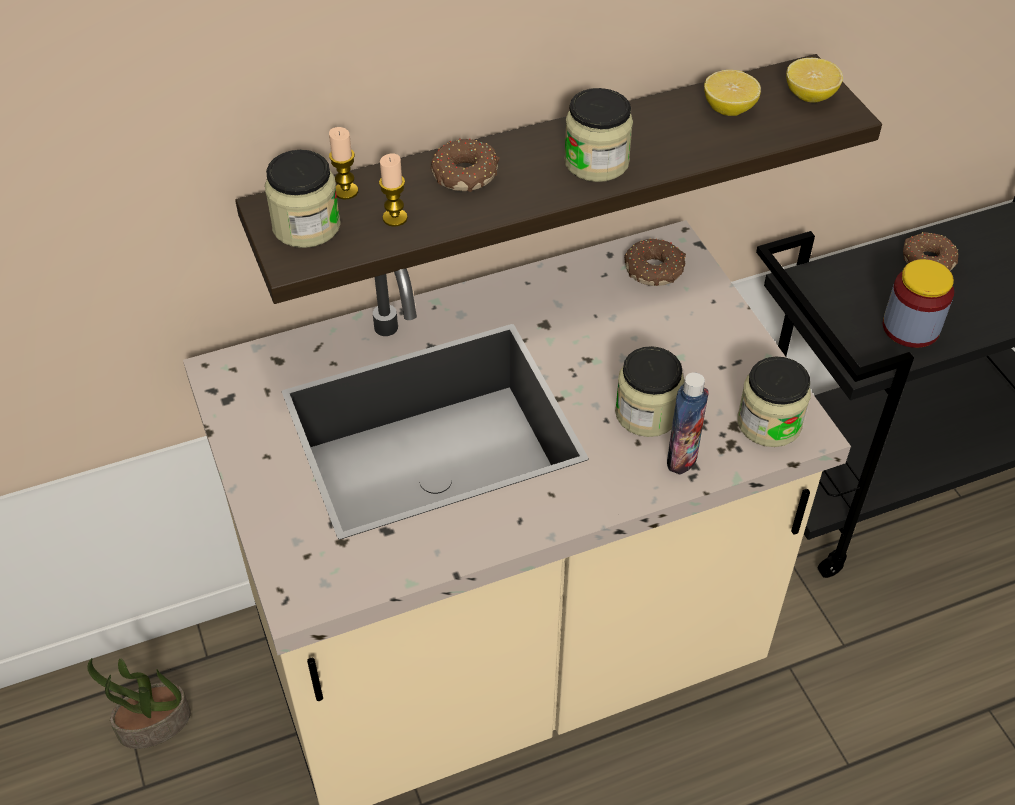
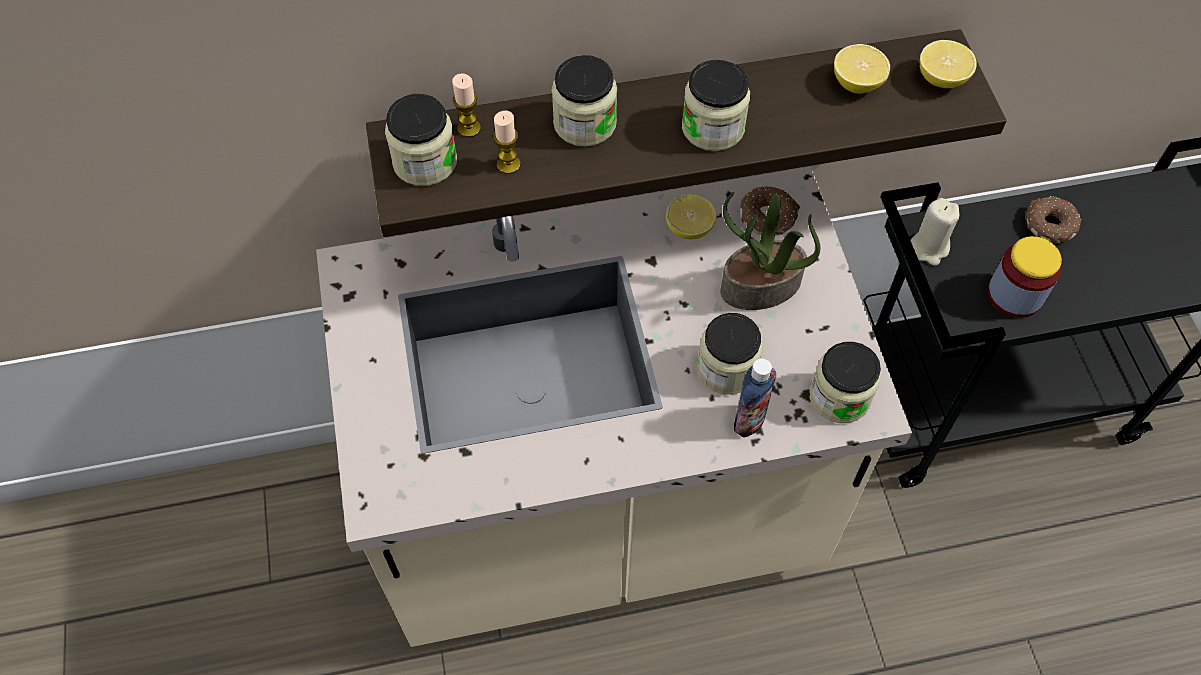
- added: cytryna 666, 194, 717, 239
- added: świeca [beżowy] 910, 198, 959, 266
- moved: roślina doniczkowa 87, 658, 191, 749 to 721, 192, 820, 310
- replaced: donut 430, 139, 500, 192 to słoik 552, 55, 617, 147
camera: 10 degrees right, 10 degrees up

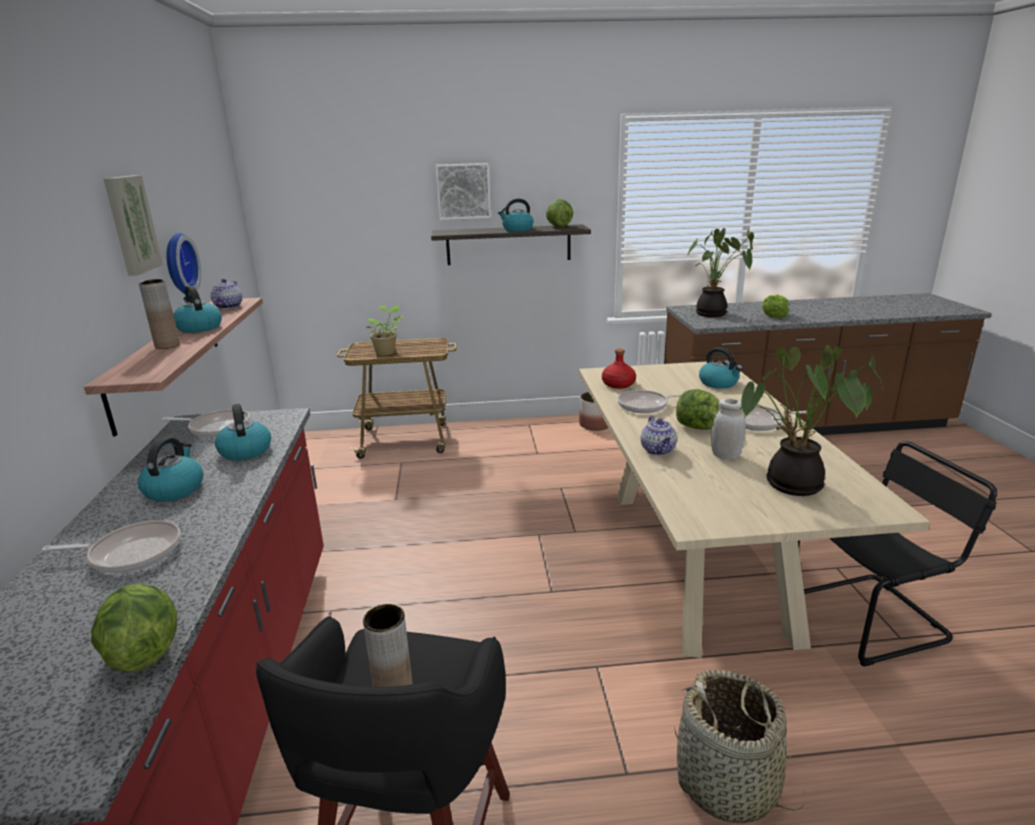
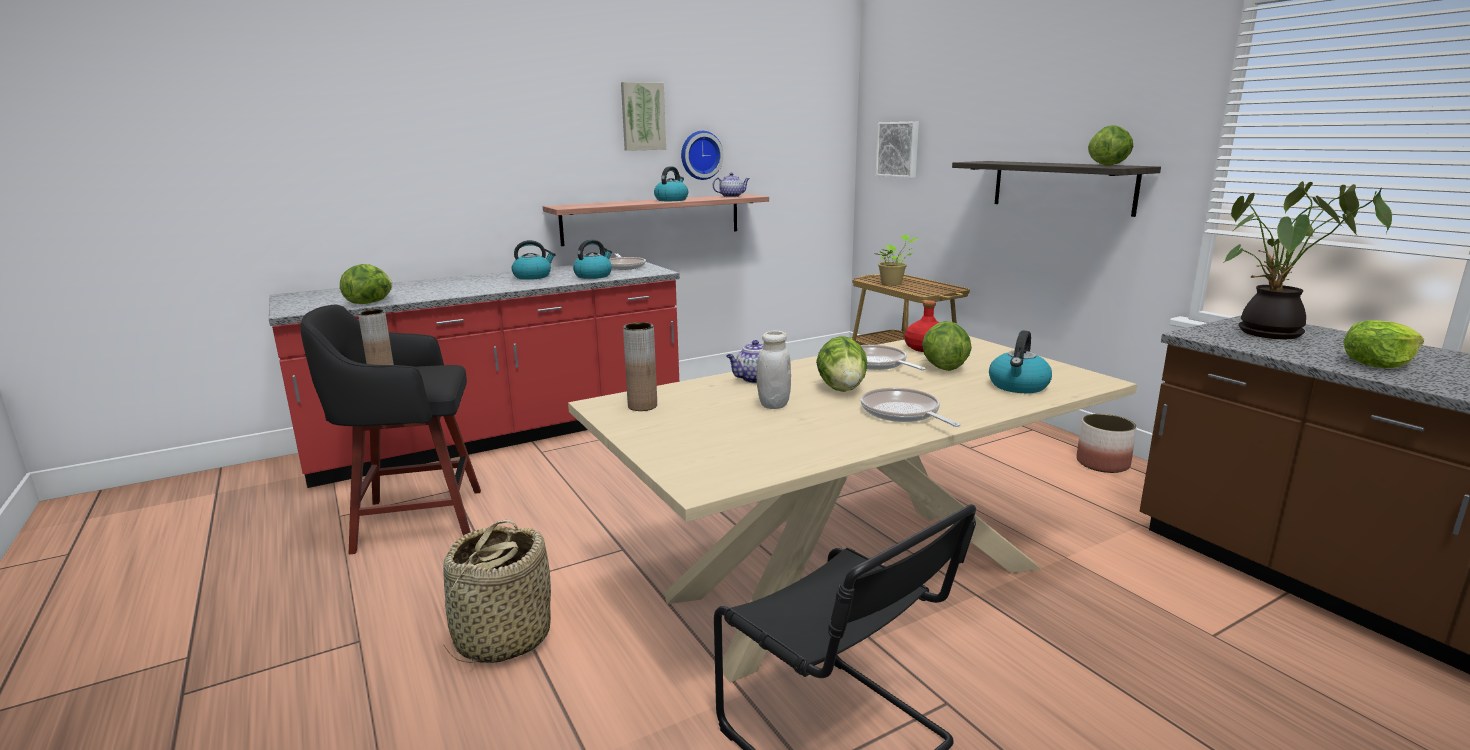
- removed: patelnia 42, 520, 181, 573
- removed: czajnik 498, 198, 534, 231
- removed: roślina doniczkowa 740, 345, 883, 496
- added: sałata 922, 321, 972, 371
- moved: wazon [brązowy] 139, 279, 180, 349 to 623, 322, 657, 411
- moved: obraz 435, 163, 491, 220 to 876, 121, 919, 178
camera: 65 degrees right, 5 degrees down

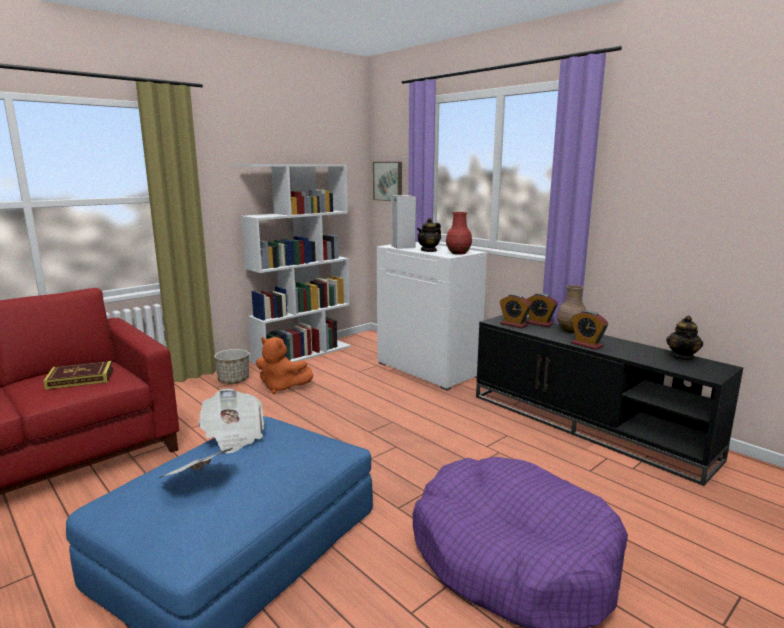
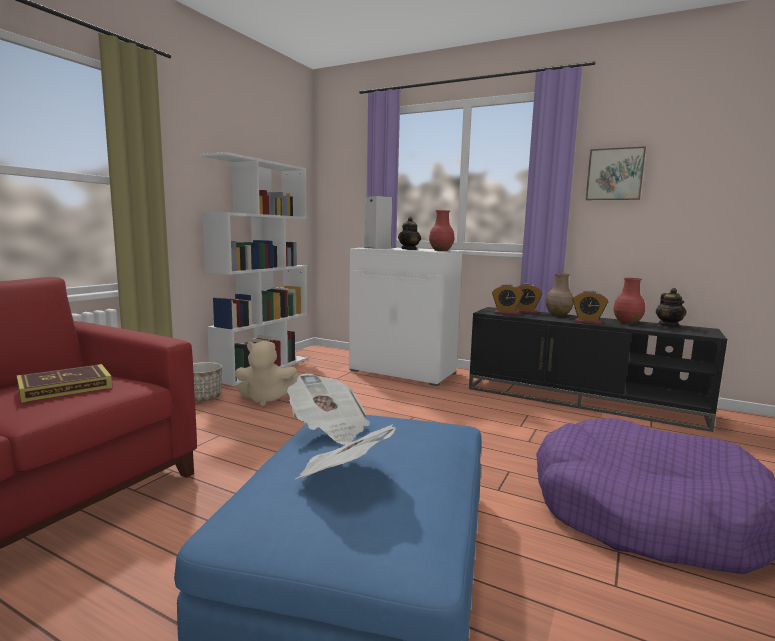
- added: wazon [czerwony] 613, 278, 645, 324
- moved: obraz 373, 162, 402, 201 to 586, 146, 646, 200
- recoloured: pluszak [pomarańczowy] 256, 337, 313, 394 to pluszak [beżowy] 235, 341, 299, 406
camera: 20 degrees left, 5 degrees down

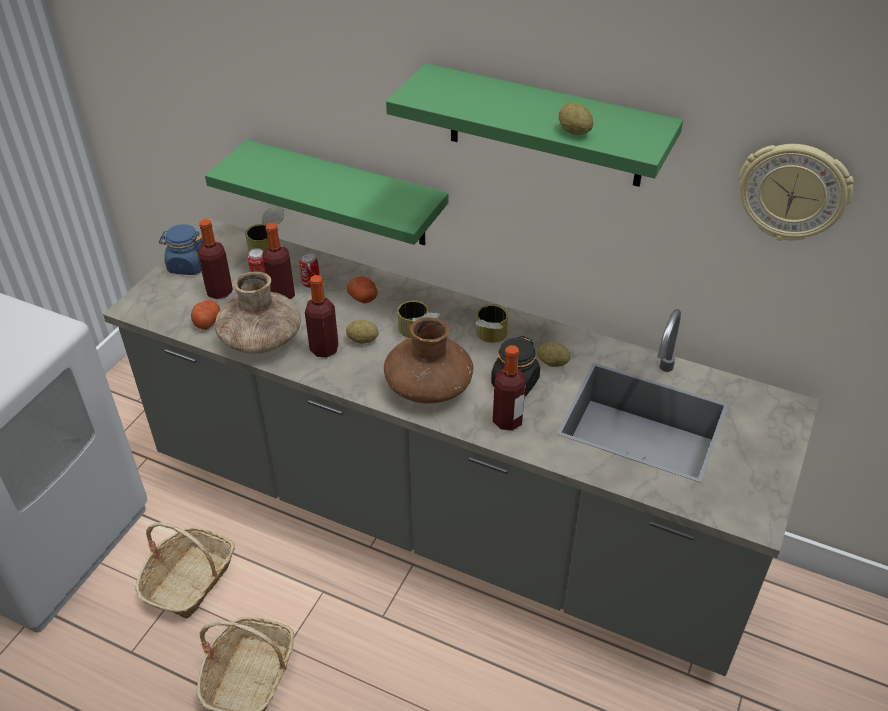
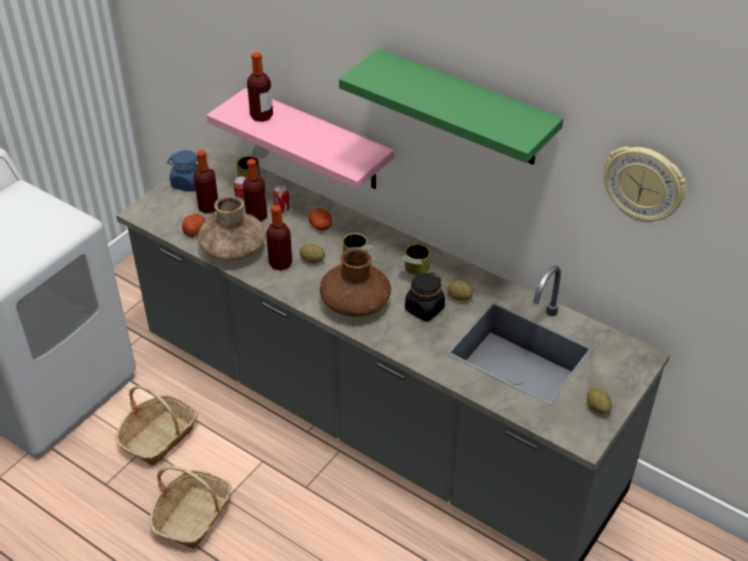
- moved: butelka 493, 345, 526, 431 to 247, 52, 273, 122
- moved: ziemniak 559, 103, 593, 135 to 587, 388, 612, 414
- recoloured: półka [zielony] 205, 140, 448, 245 to półka [różowy] 207, 88, 394, 190
camera: 10 degrees right, 0 degrees up

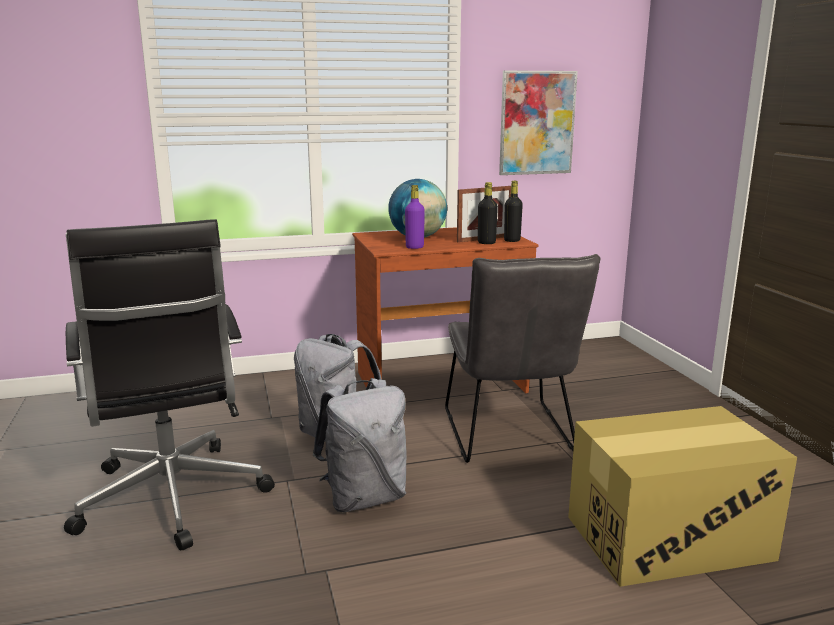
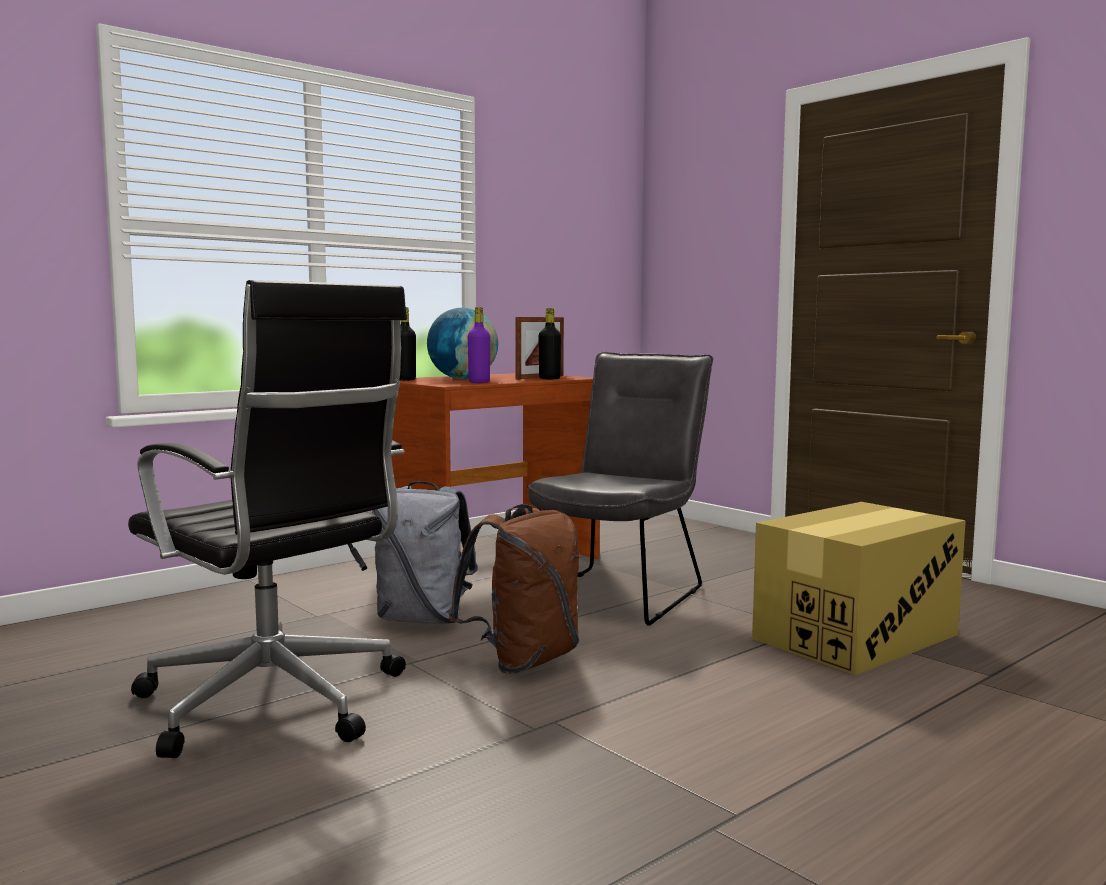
- removed: obraz 499, 70, 578, 175
- moved: butelka [czarny] 504, 181, 523, 242 to 399, 307, 416, 381
- recoloured: plecak [szary] 313, 378, 407, 512 to plecak [brązowy] 448, 504, 580, 673
- turned: krzesło [szary] 445, 254, 601, 463 = 527, 352, 713, 626 120 degrees counterclockwise
camera: 25 degrees left, 10 degrees down

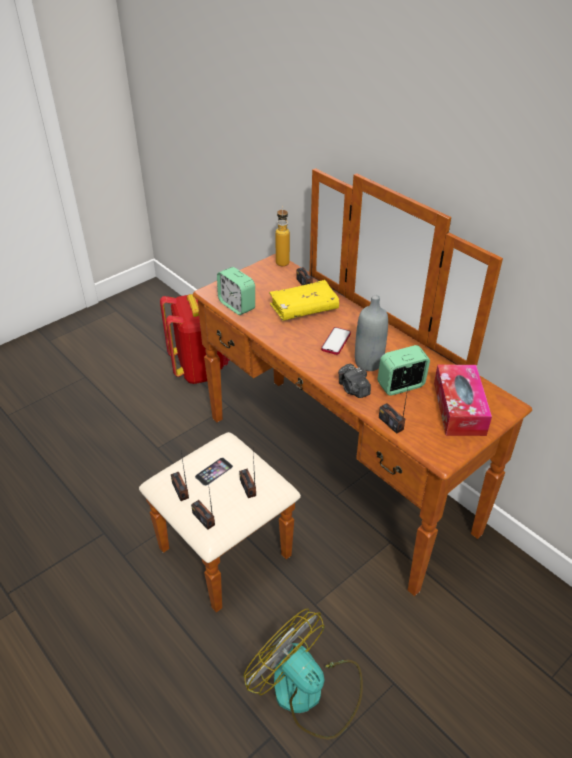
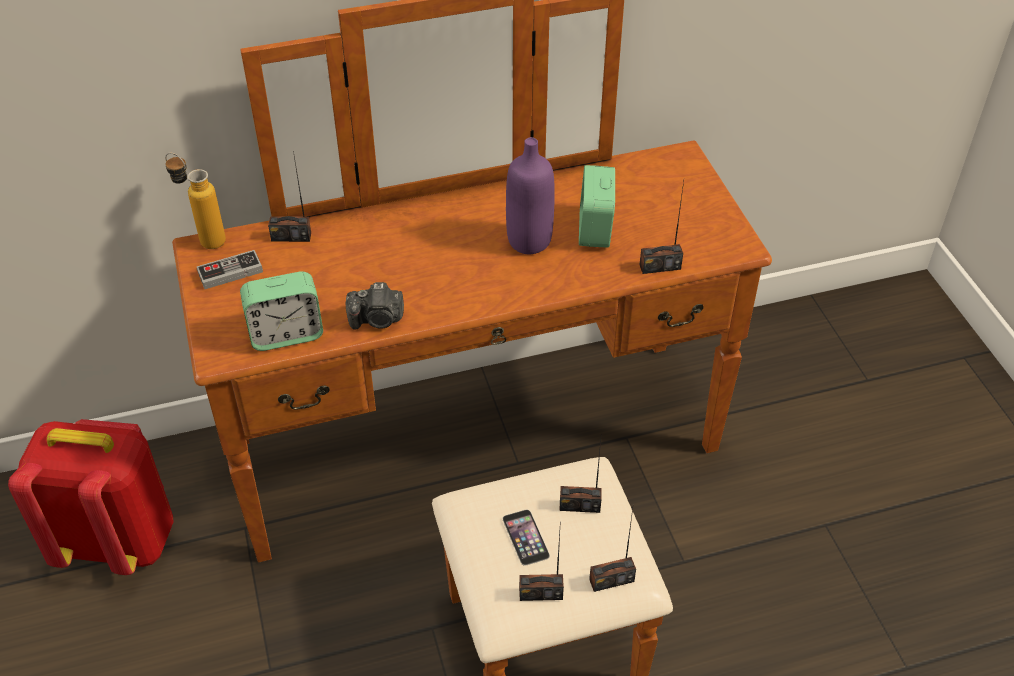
- removed: wentylator 243, 609, 363, 740
- removed: książka [żółty] 269, 280, 339, 321
- removed: telefon 321, 327, 351, 355
- removed: pudełko chusteczek 434, 365, 492, 436
- added: pad do gier 197, 250, 263, 289
- moved: aparat fotograficzny 338, 364, 371, 398 to 346, 282, 404, 330
- recoloured: butelka [szary] 355, 295, 388, 371 to butelka [fioletowy] 506, 137, 555, 254
camera: 65 degrees left, 5 degrees up

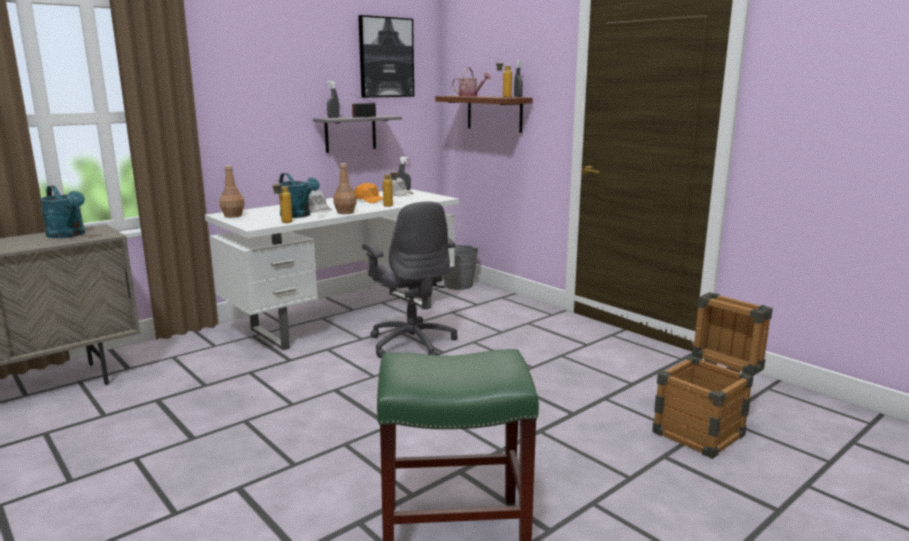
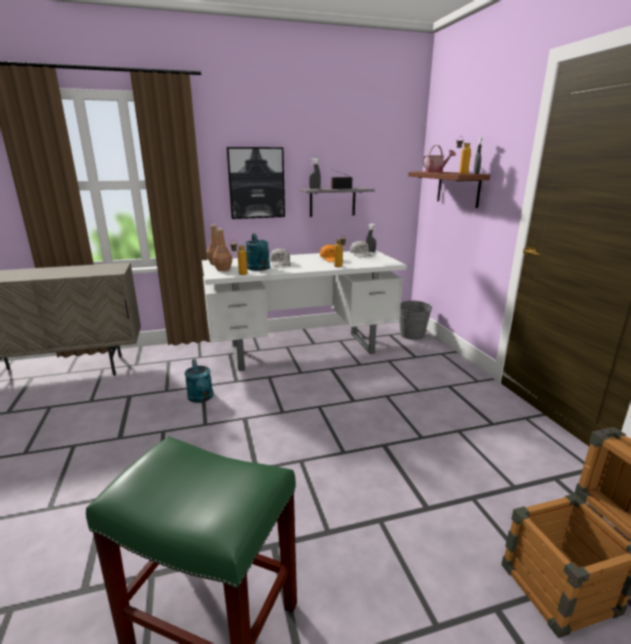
- removed: krzesło biurowe [szary] 362, 201, 457, 358
- moved: konewka [turkusowy] 40, 186, 85, 238 to 184, 359, 213, 403
- moved: butelka [brązowy] 333, 163, 357, 214 to 213, 228, 232, 271
- moved: obraz 358, 15, 414, 98 to 227, 147, 285, 219
camera: 25 degrees right, 5 degrees up

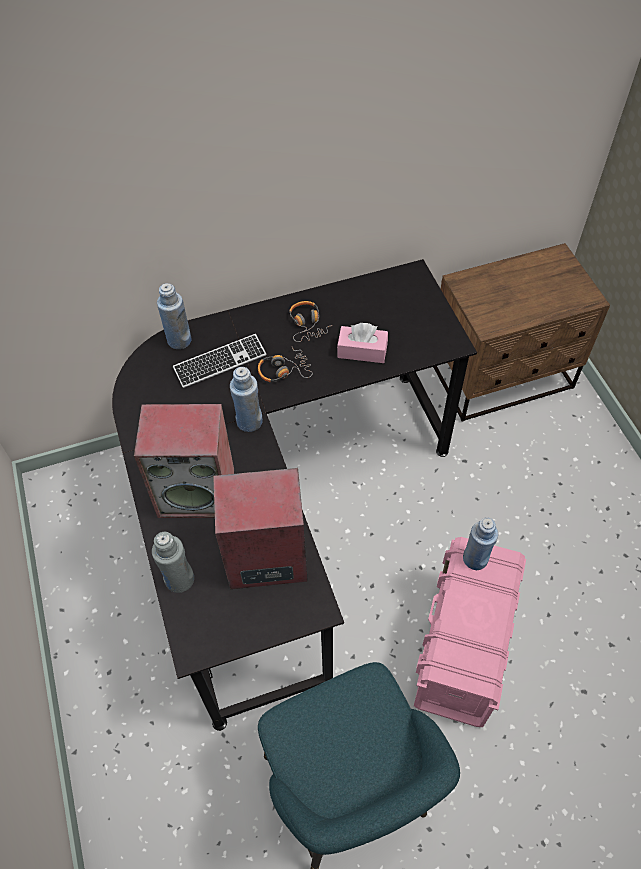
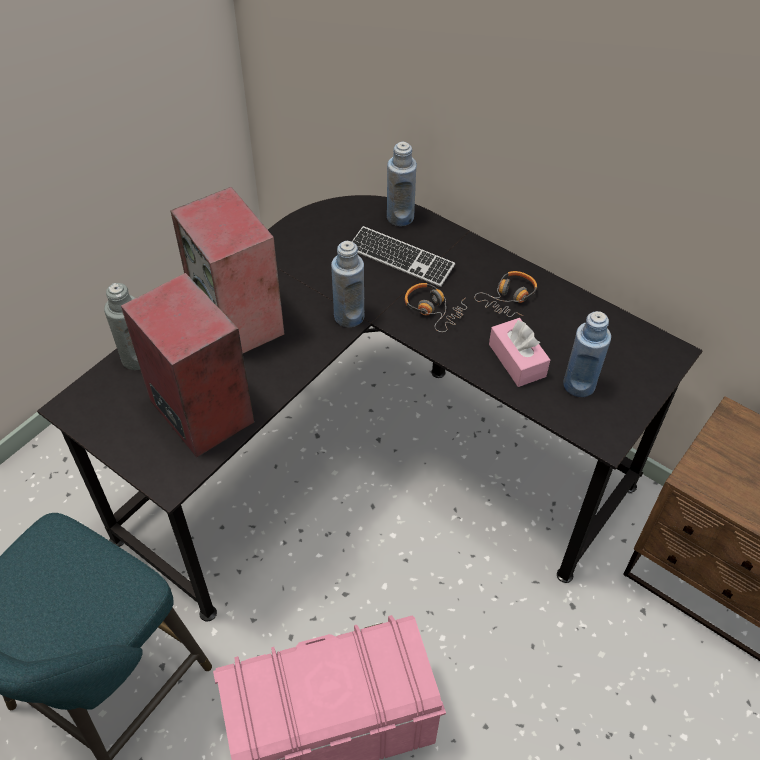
- moved: butelka [niebieski] 463, 517, 498, 570 to 563, 311, 611, 397
camera: 55 degrees right, 5 degrees down

